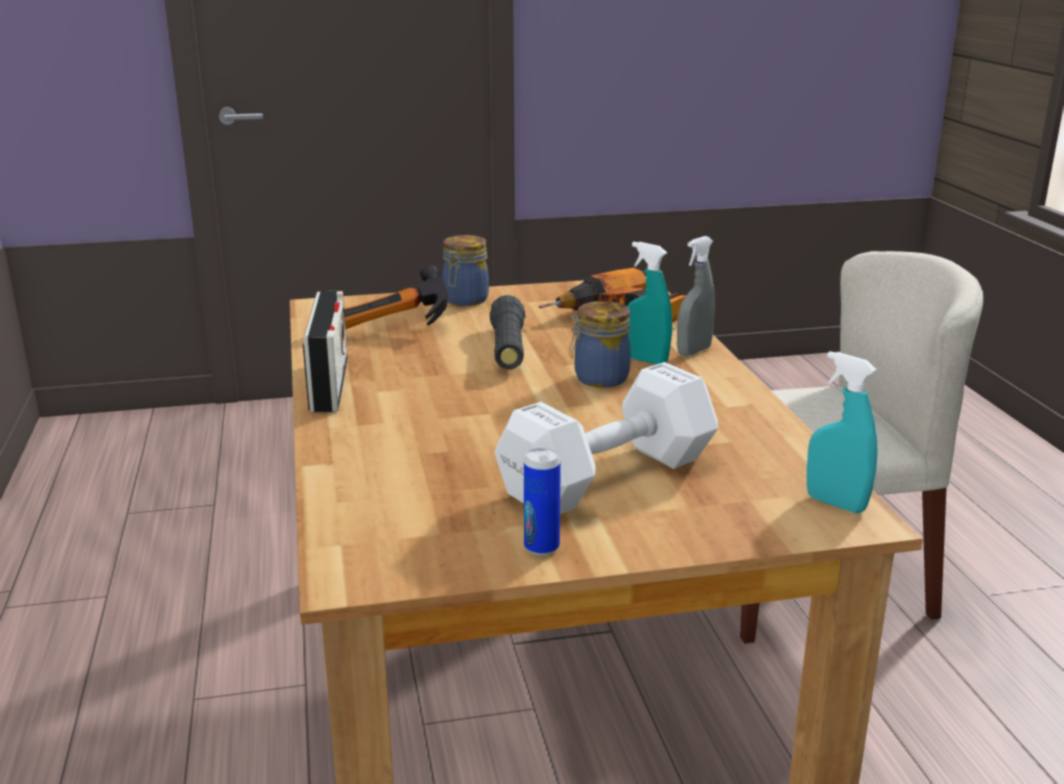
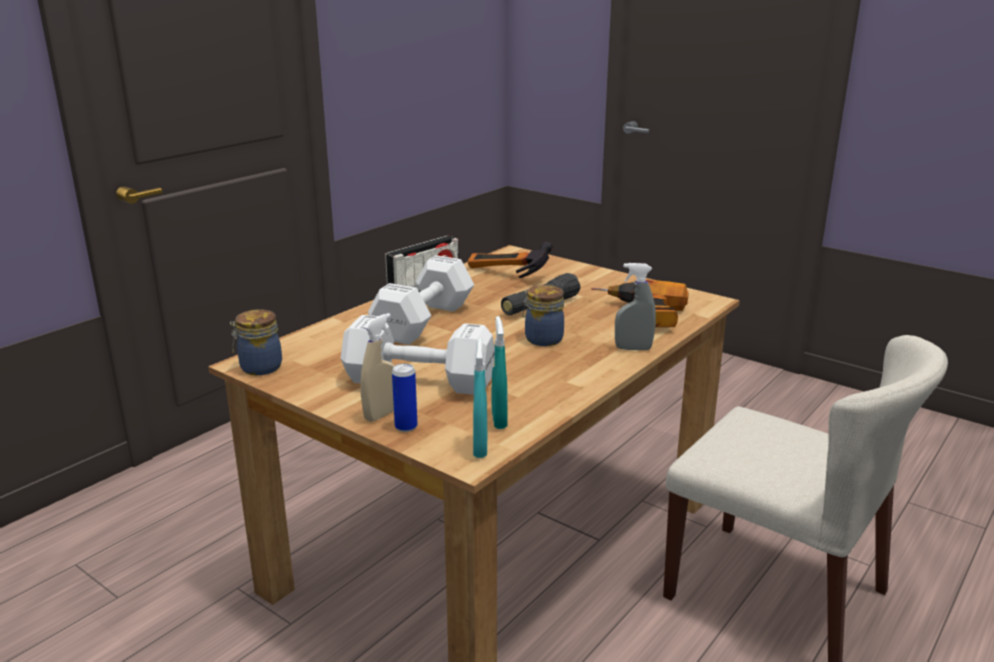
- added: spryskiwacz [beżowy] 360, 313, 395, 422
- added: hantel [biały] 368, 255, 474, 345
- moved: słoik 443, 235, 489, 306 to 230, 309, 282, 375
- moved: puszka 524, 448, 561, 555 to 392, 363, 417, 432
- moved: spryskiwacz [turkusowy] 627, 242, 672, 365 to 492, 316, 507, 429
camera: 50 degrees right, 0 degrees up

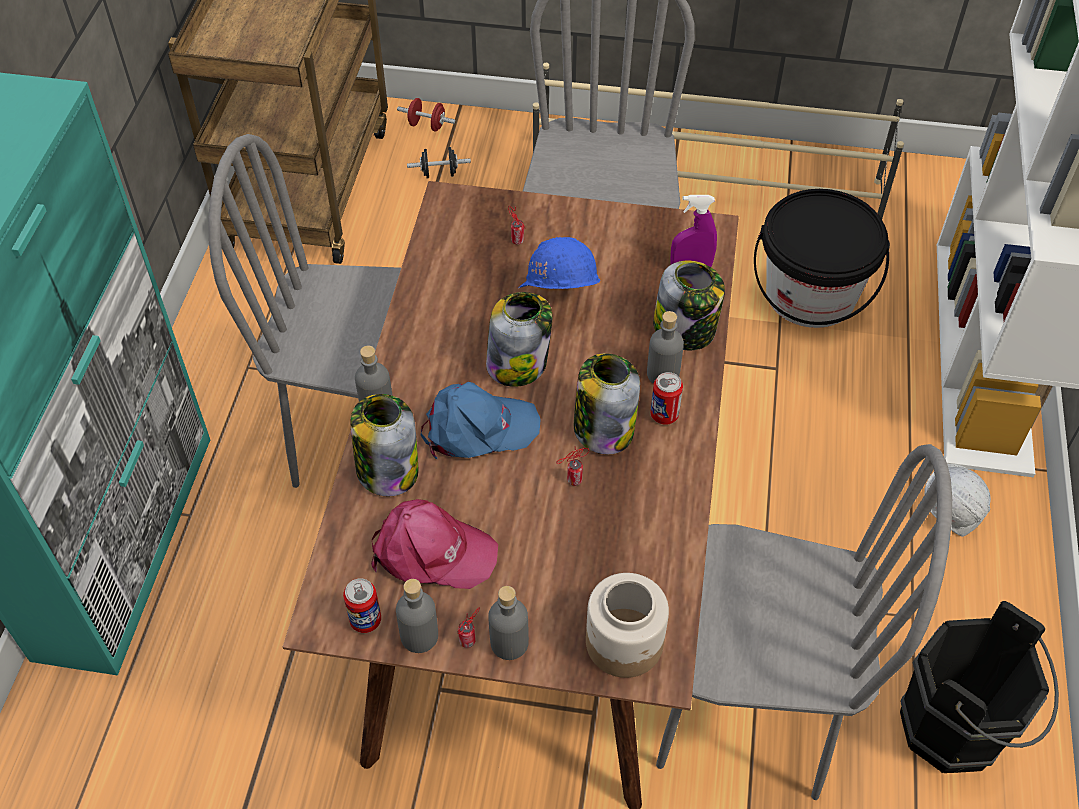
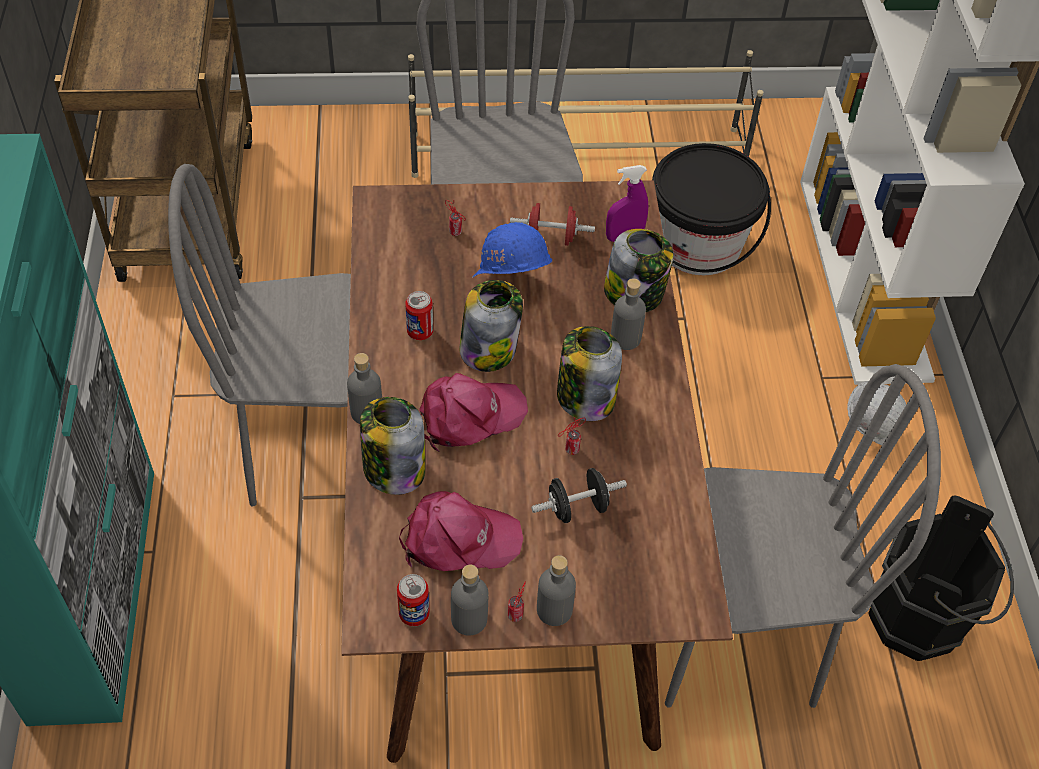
- removed: słoik 586, 573, 669, 678
- moved: hantel [czerwony] 397, 98, 455, 132 to 510, 203, 595, 246
- moved: hantel [czarny] 407, 147, 471, 179 to 531, 468, 627, 523
- moved: puszka 650, 372, 683, 425 to 405, 291, 433, 340
- recoloured: czapka z daszkiem [niebieski] 421, 382, 541, 460 to czapka z daszkiem [różowy] 419, 373, 528, 452
camera: 15 degrees left, 0 degrees up

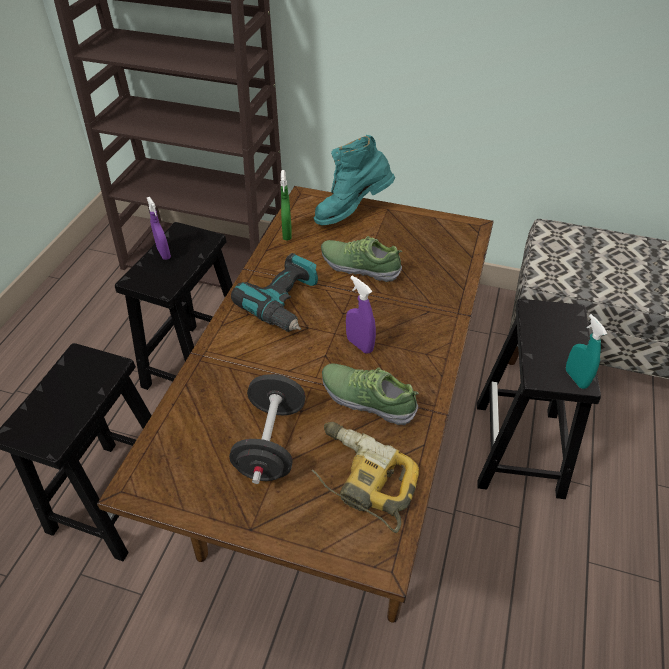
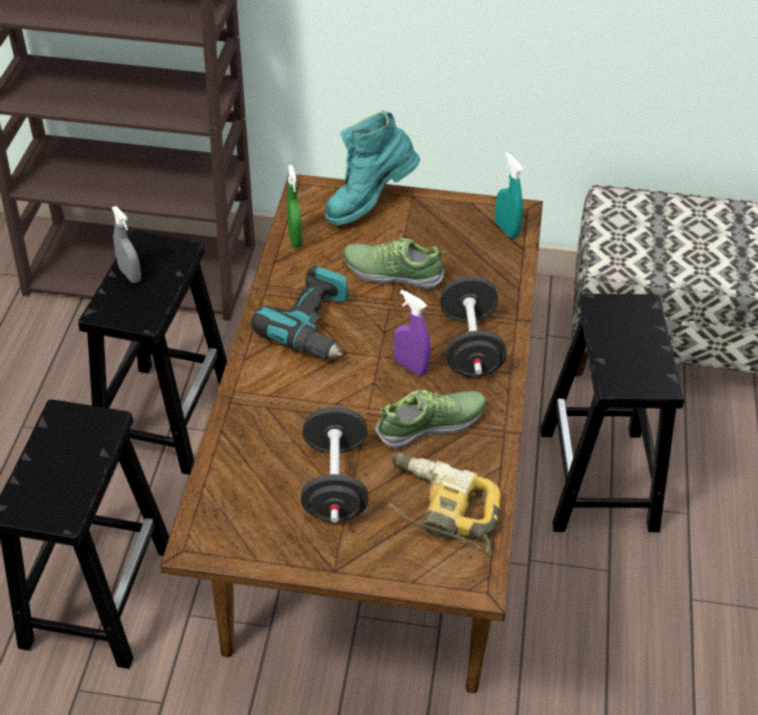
- added: hantel [czarny] 440, 276, 507, 377
- moved: spryskiwacz [turkusowy] 566, 314, 607, 389 to 495, 152, 523, 238
- recoloured: spryskiwacz [fioletowy] 147, 197, 171, 260 to spryskiwacz [szary] 112, 206, 141, 283
- turned: but 322, 363, 419, 425 = 375, 390, 486, 449 135 degrees clockwise
camera: 10 degrees left, 0 degrees up

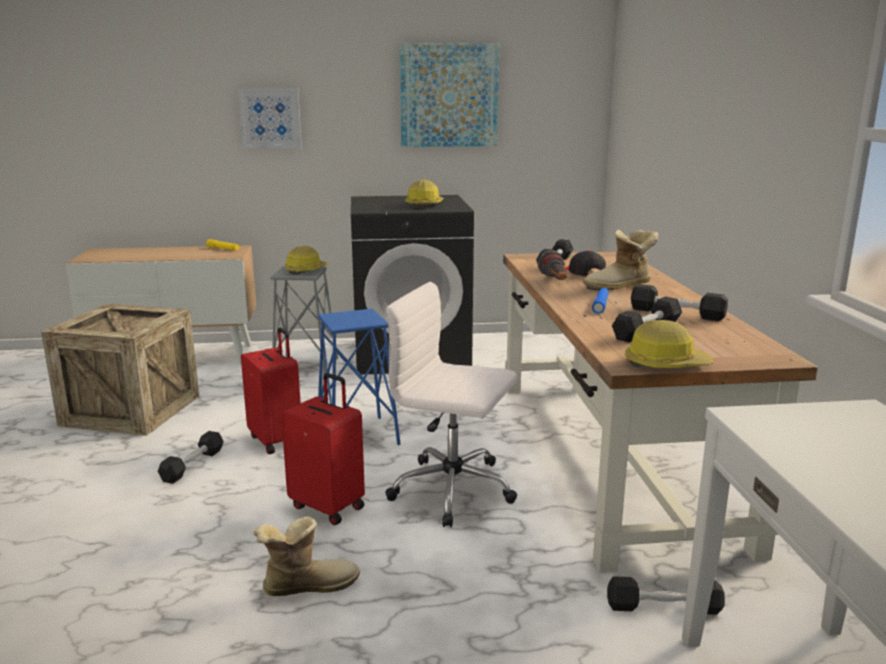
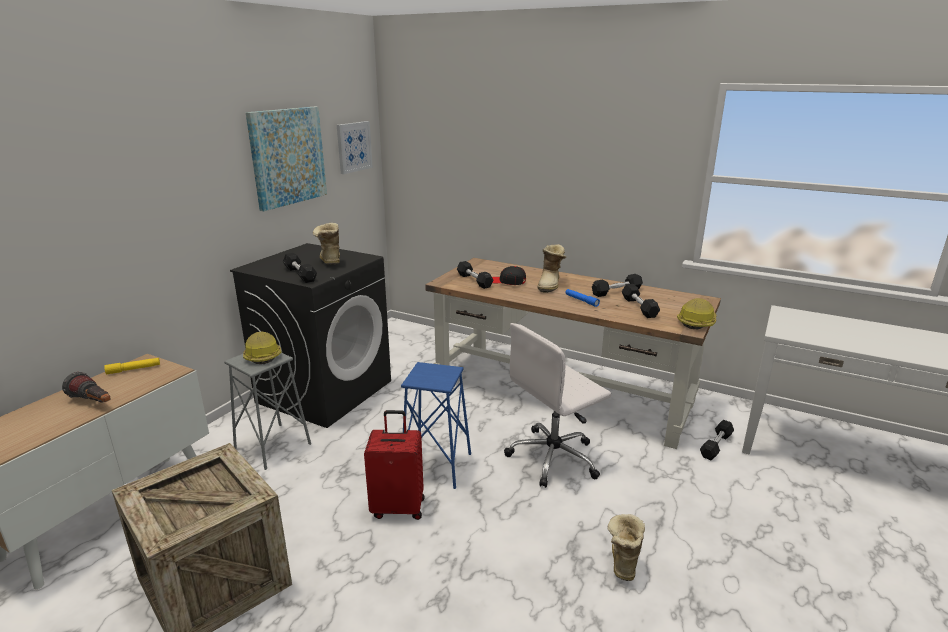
- removed: walizka [czerwony] 281, 373, 365, 525
- moved: hantel [czarny] 157, 431, 224, 484 to 283, 253, 317, 283
- moved: obraz 238, 88, 302, 149 to 337, 121, 373, 174
- moved: latarka 538, 250, 567, 280 to 62, 372, 110, 403
- replaced: kask 405, 180, 444, 208 to but z cholewką 313, 223, 340, 264
camera: 55 degrees left, 5 degrees up

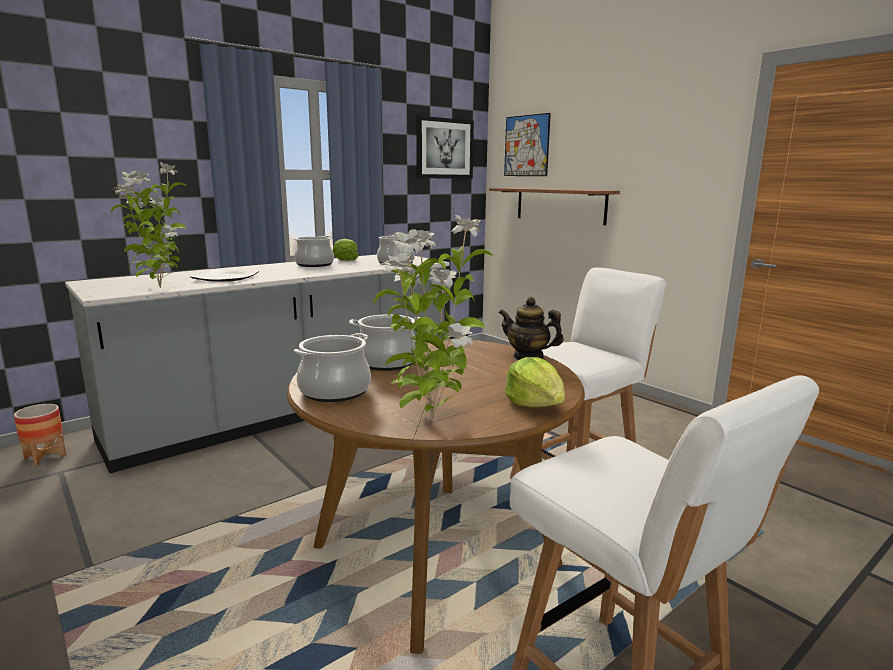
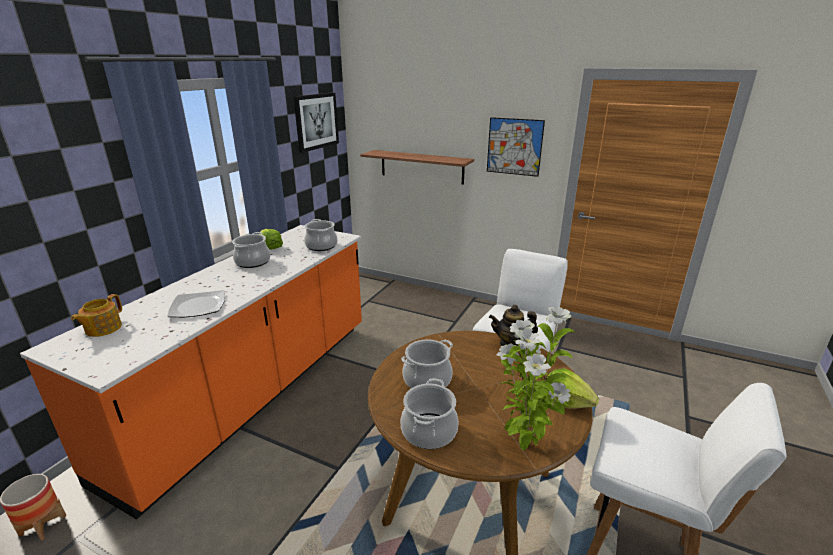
- removed: roślina doniczkowa 111, 163, 186, 288
- added: imbryk 71, 294, 122, 337
- moved: obraz 504, 113, 551, 176 to 487, 117, 545, 177
- recoloured: zabudowa kuchenna [szary] 65, 255, 449, 473 to zabudowa kuchenna [pomarańczowy] 20, 225, 362, 519
camera: 25 degrees left, 10 degrees up

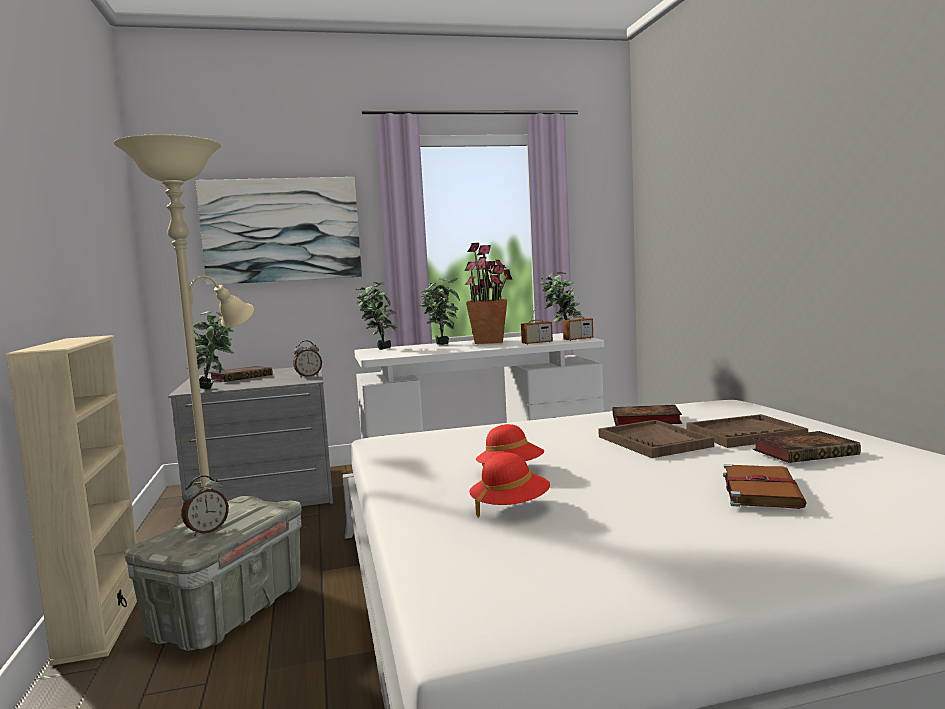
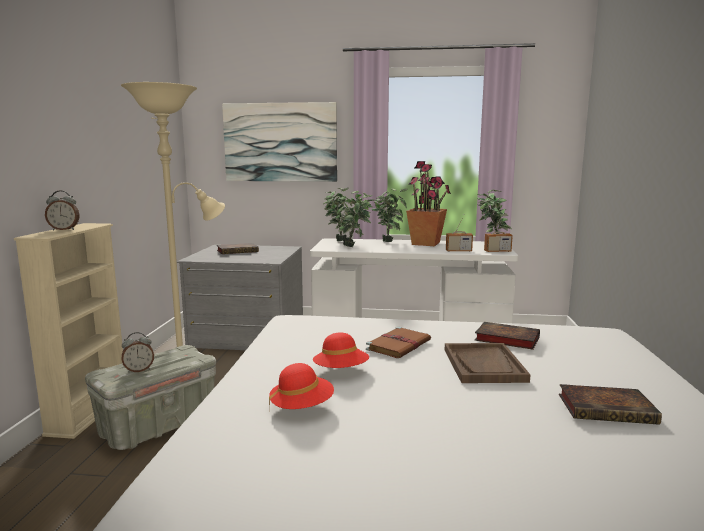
- removed: taca [brązowy] 686, 414, 808, 448
- moved: roślina doniczkowa 187, 311, 234, 389 to 339, 191, 375, 247
- moved: budzik 293, 341, 322, 378 to 45, 191, 80, 230
- moved: książka [brązowy] 723, 464, 807, 509 to 366, 327, 431, 358
camera: 20 degrees right, 5 degrees up

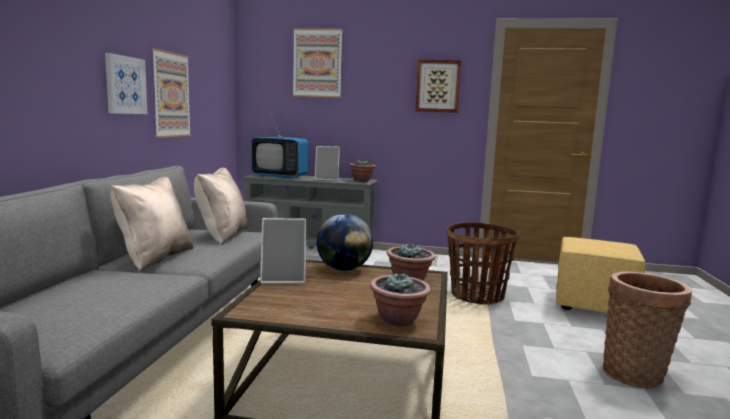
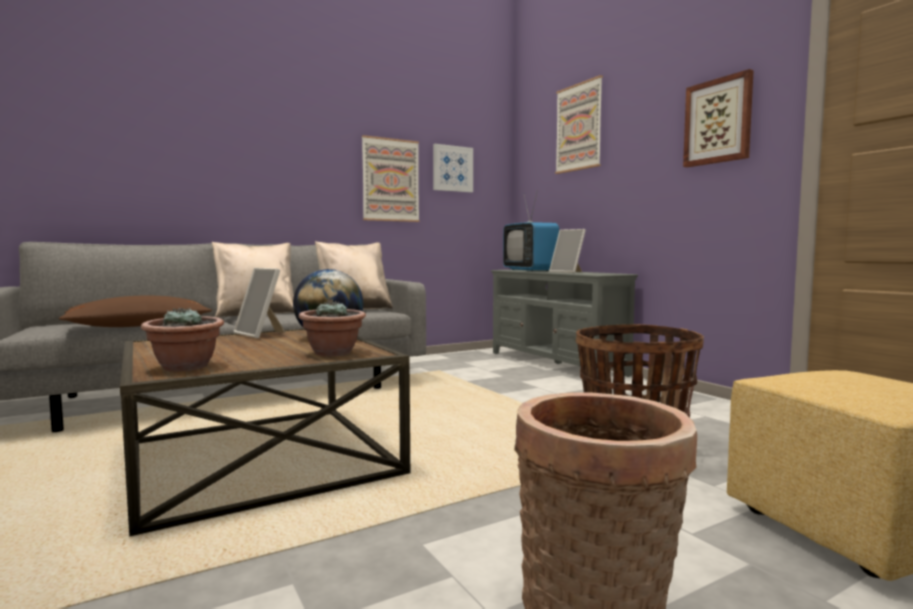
- removed: roślina doniczkowa 349, 159, 376, 182
- added: poduszka [brązowy] 59, 296, 212, 327
- moved: obraz 105, 53, 147, 114 to 433, 144, 473, 192
camera: 50 degrees right, 5 degrees down

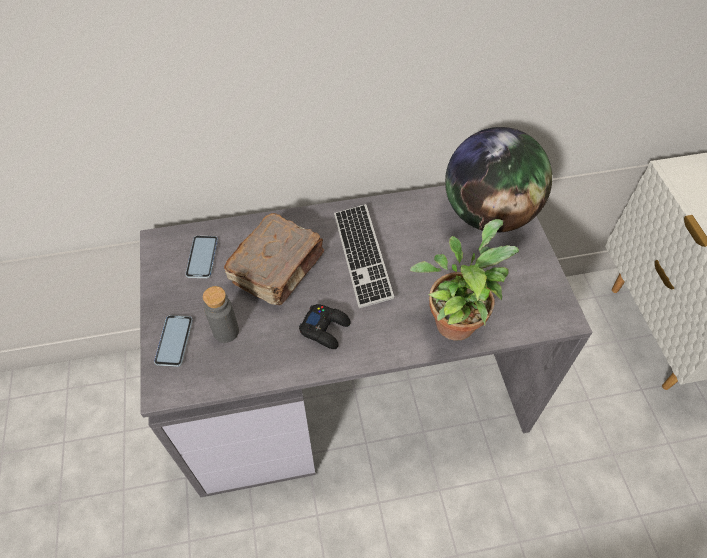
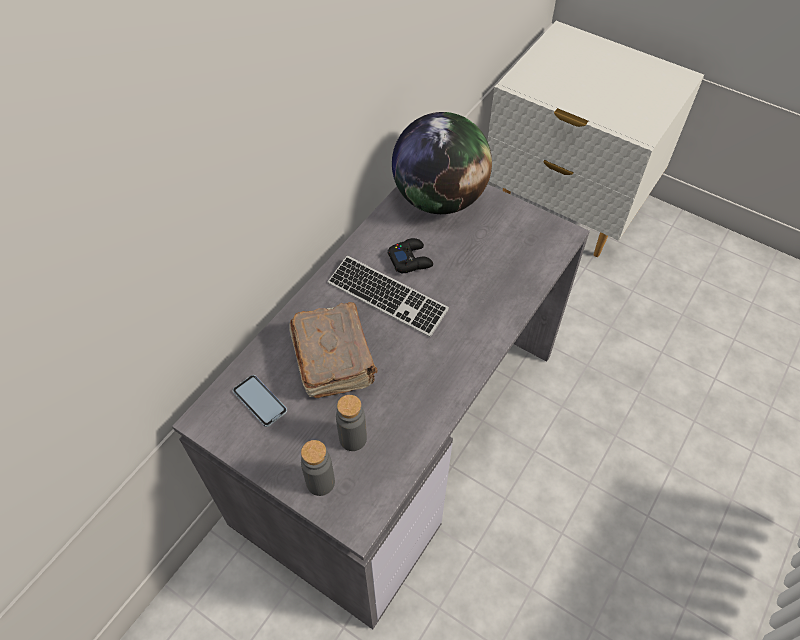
- removed: roślina doniczkowa 410, 219, 519, 341
- moved: pad do gier [czarny] 299, 304, 351, 349 to 388, 238, 433, 273
- replaced: telefon 154, 315, 193, 367 to butelka [szary] 301, 440, 335, 496
camera: 45 degrees left, 0 degrees up

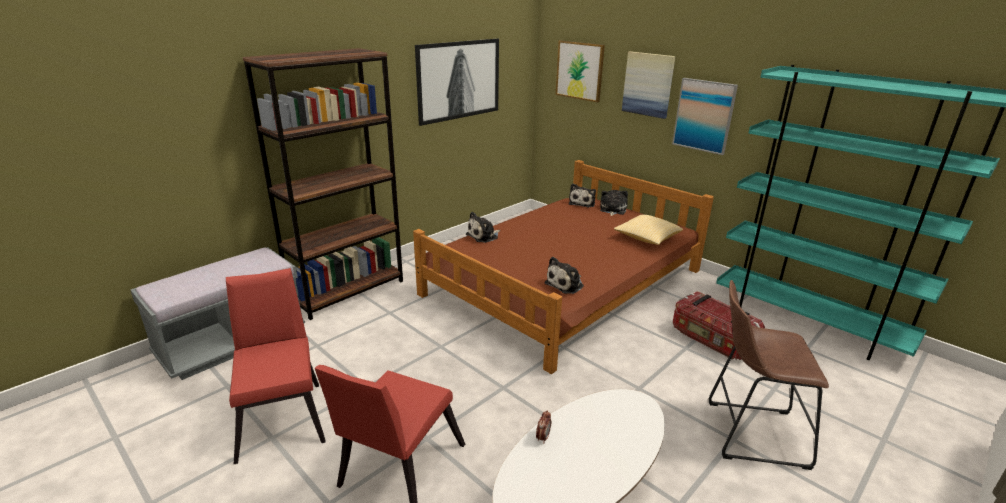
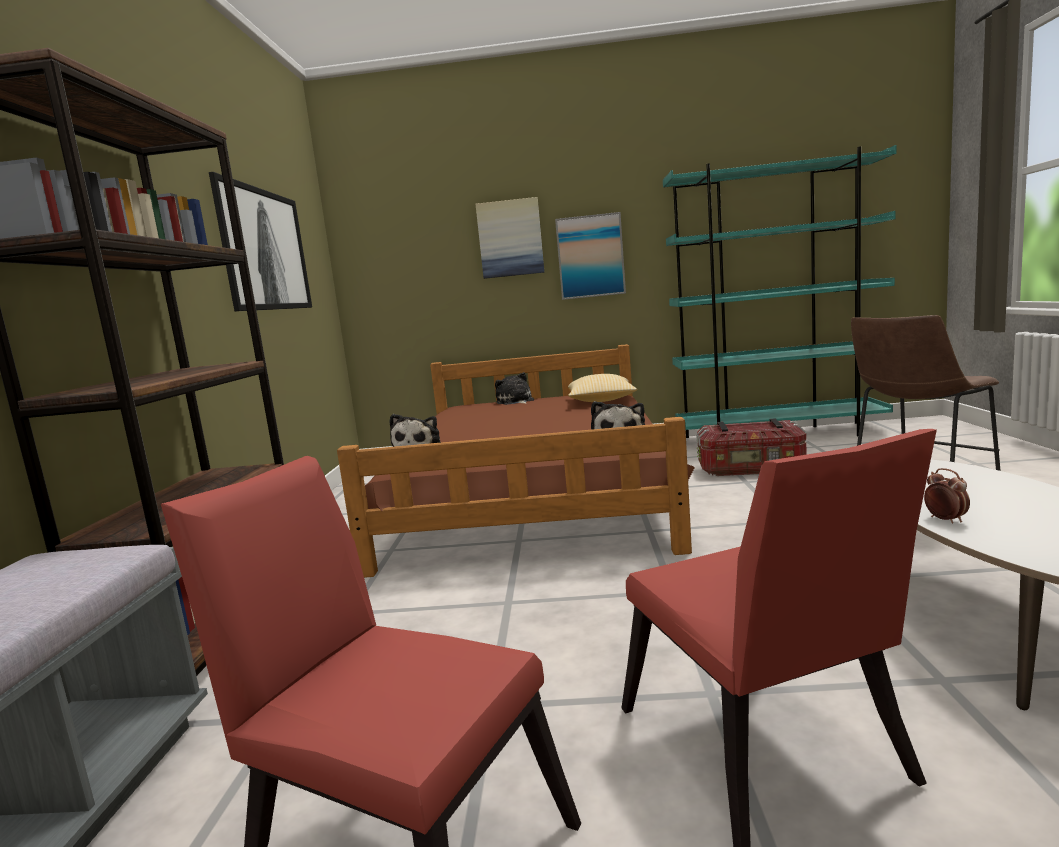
- removed: obraz 556, 40, 605, 102
- removed: pluszak 569, 184, 596, 207
camera: 40 degrees left, 15 degrees down

